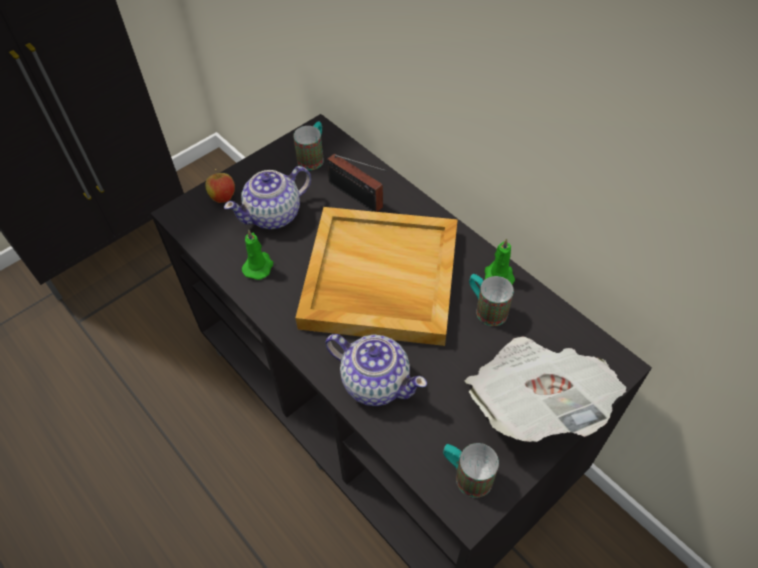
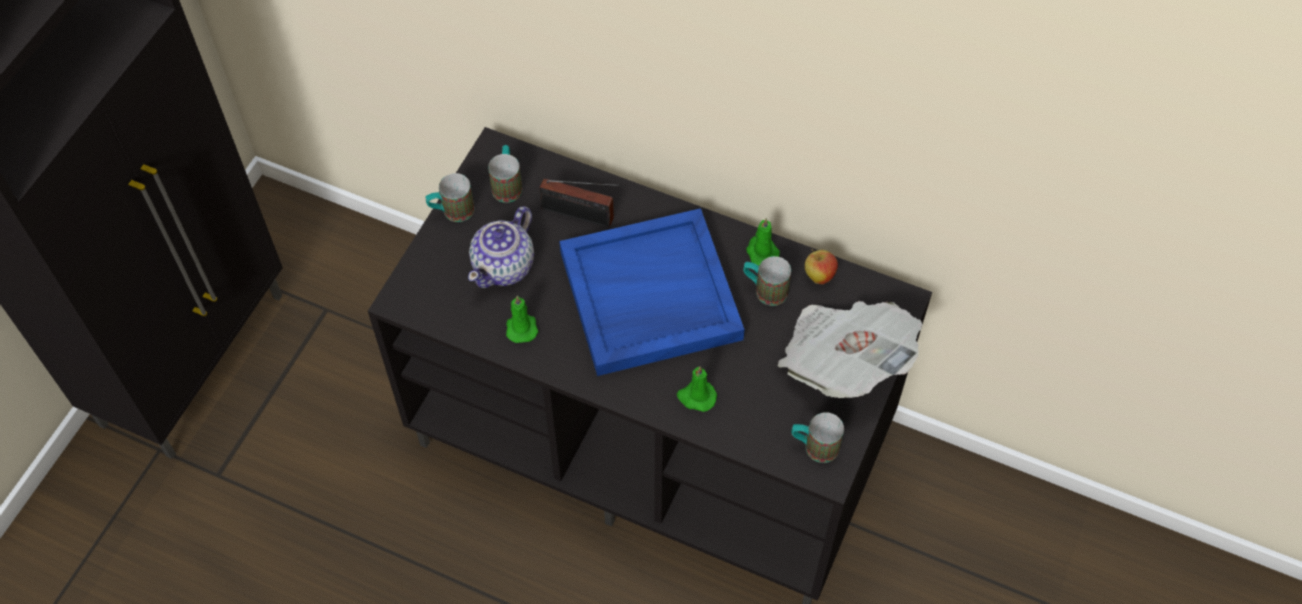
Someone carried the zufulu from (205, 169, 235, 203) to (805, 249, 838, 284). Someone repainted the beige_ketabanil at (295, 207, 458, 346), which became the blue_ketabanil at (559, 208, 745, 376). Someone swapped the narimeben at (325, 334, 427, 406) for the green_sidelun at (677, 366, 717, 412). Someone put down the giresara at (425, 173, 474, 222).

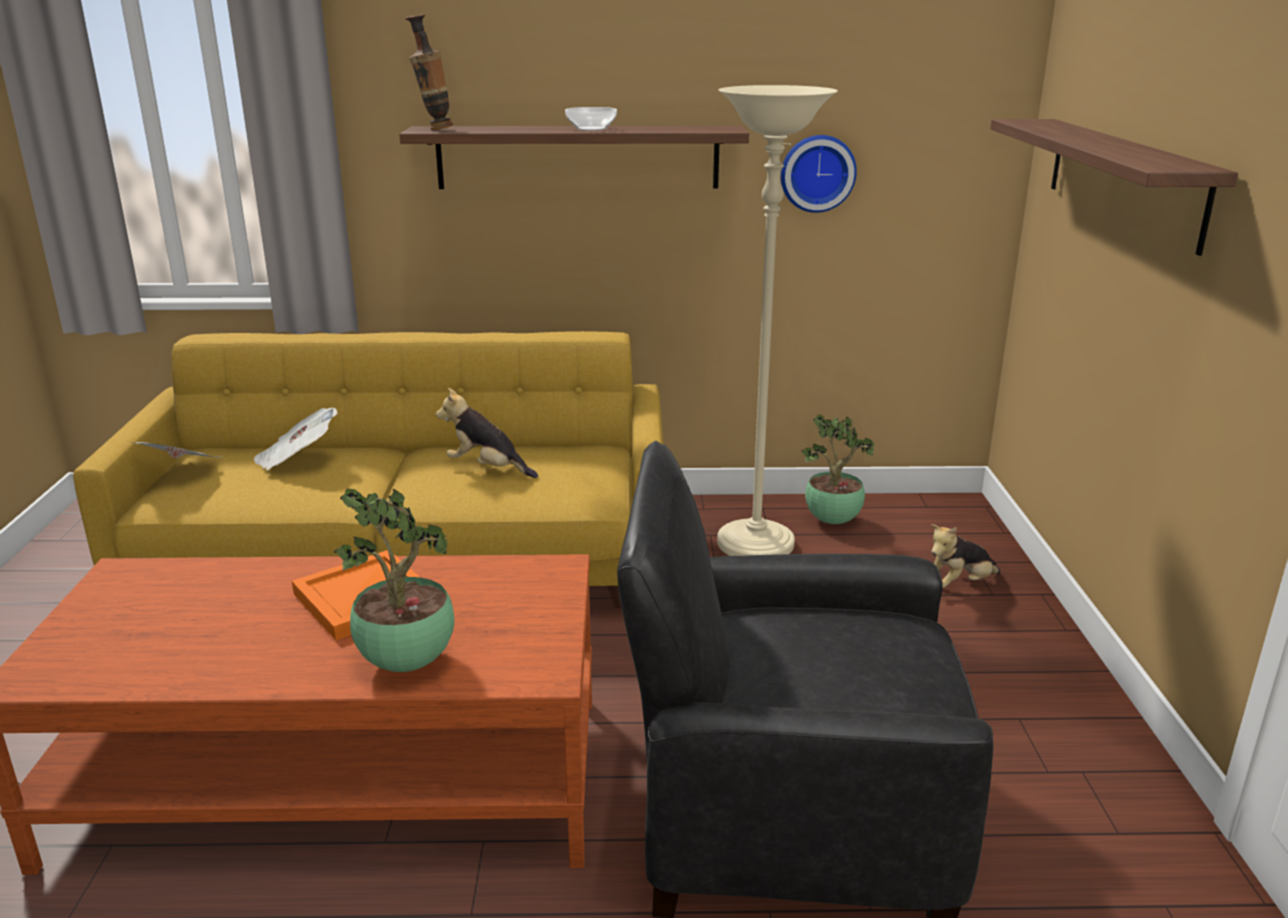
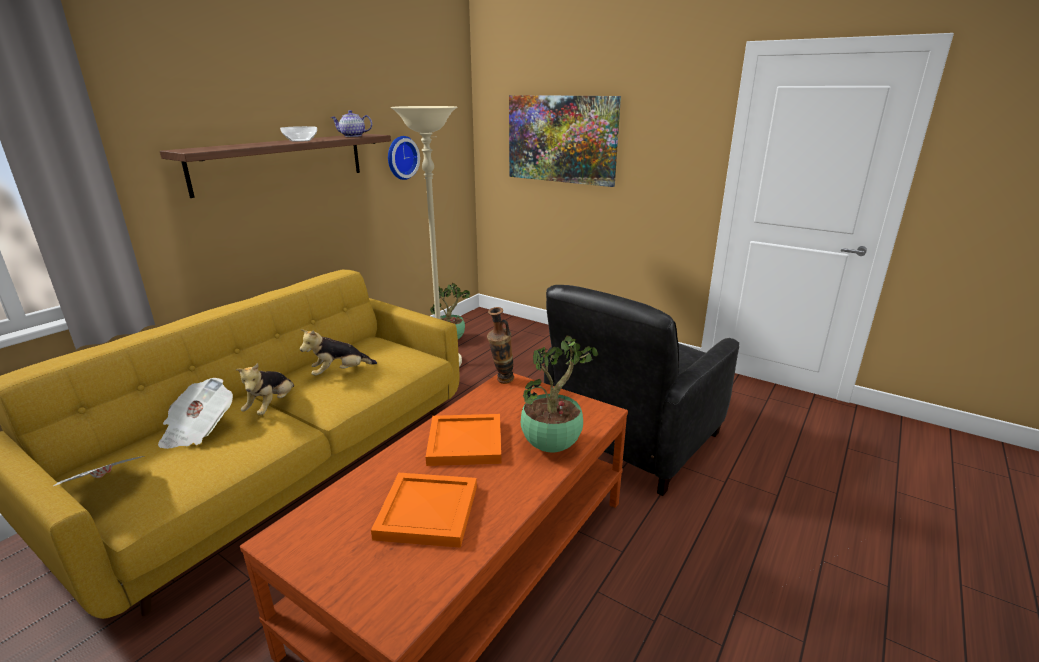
Someone carried the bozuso from (405, 14, 453, 130) to (487, 307, 514, 384). Someone carried the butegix from (931, 524, 1000, 588) to (236, 363, 294, 416). Someone swapped the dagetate at (990, 119, 1238, 256) for the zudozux at (509, 95, 621, 187). Someone put down the narimeben at (330, 110, 372, 137). Someone put down the orange_ketabanil at (371, 473, 477, 548).

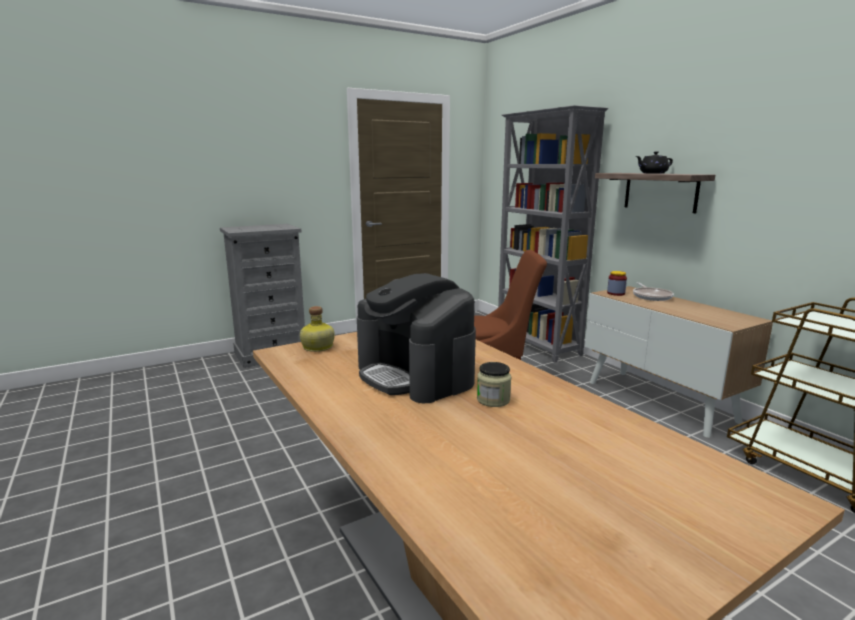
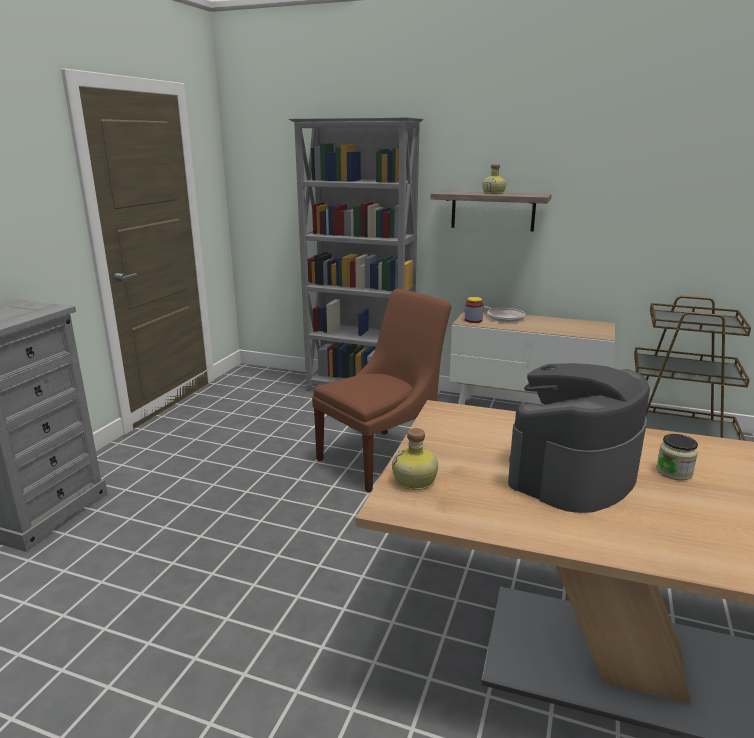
Someone rotated the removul at (357, 273, 476, 403) by 120 degrees clockwise. Someone swapped the black_narimeben at (636, 151, 673, 174) for the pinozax at (482, 164, 506, 194).

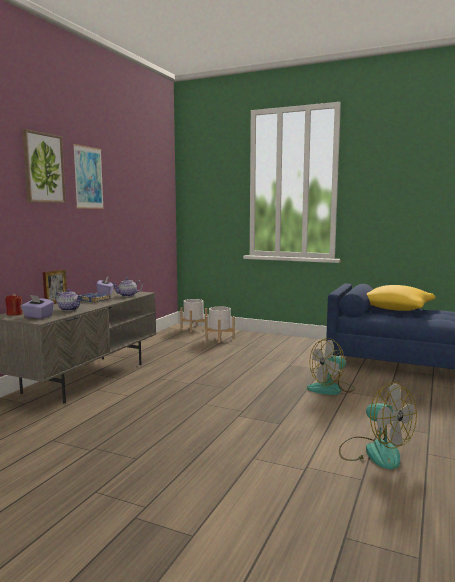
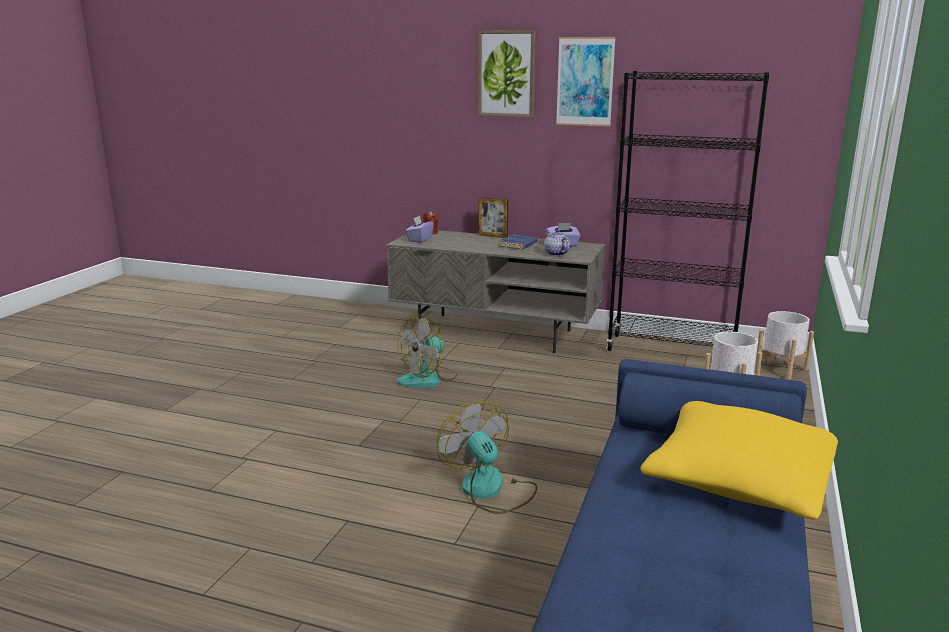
Someone took away the narimeben at (55, 289, 82, 311). Someone carried the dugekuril from (339, 382, 417, 469) to (397, 315, 457, 388). Someone put down the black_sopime at (606, 71, 769, 351).

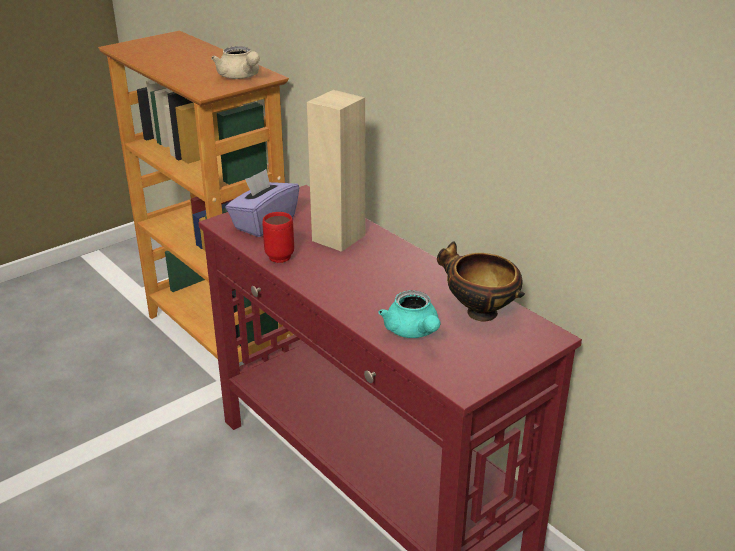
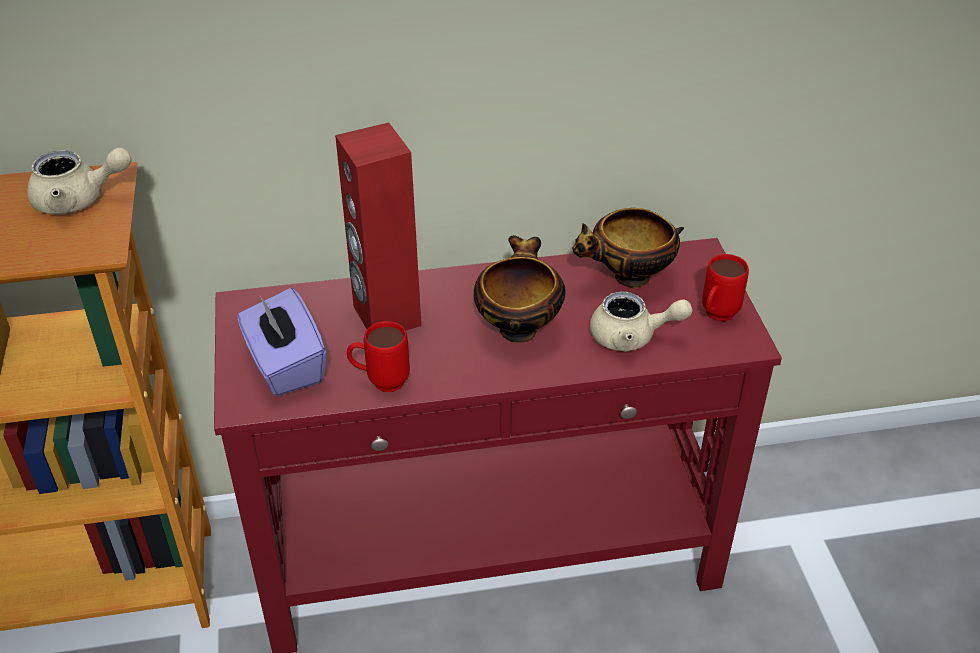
Someone repainted the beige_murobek at (307, 90, 365, 252), which became the red_murobek at (335, 123, 421, 331). Someone repainted the turquoise_narimeben at (378, 290, 440, 338), which became the beige_narimeben at (590, 292, 692, 352). Someone put down the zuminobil at (474, 235, 566, 343). Someone put down the red_giresara at (702, 254, 749, 321).

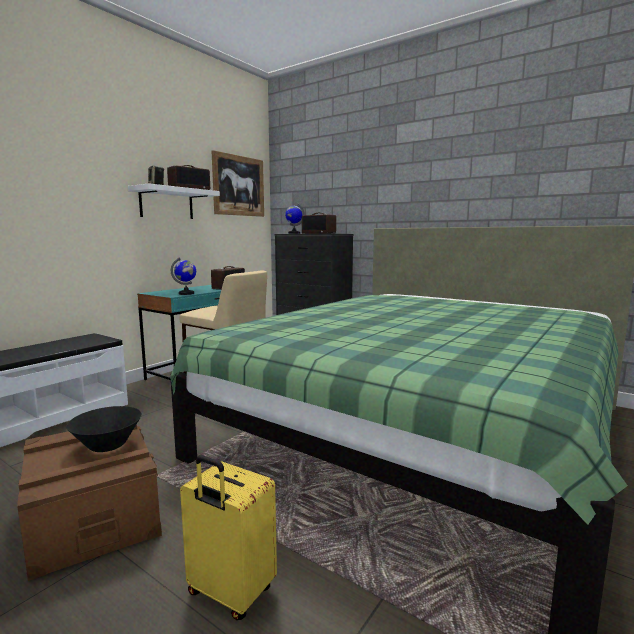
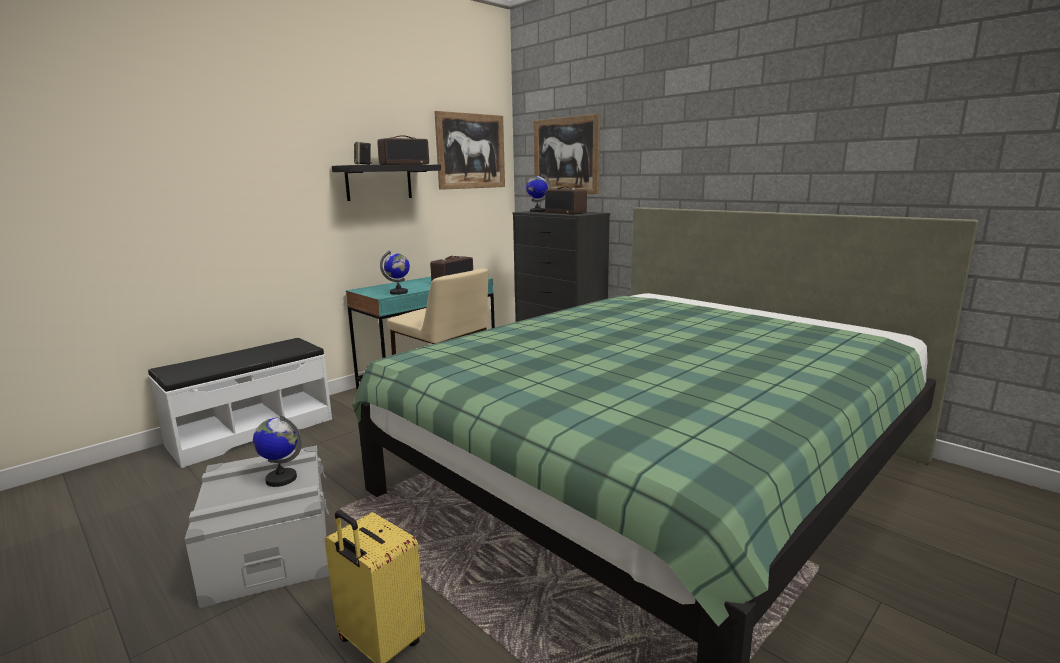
Someone repainted the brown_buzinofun at (17, 424, 162, 581), which became the grey_buzinofun at (185, 445, 329, 608). Someone swapped the black_zuminobil at (66, 406, 142, 452) for the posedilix at (253, 415, 302, 487). Someone repainted the white_dagetate at (128, 183, 220, 219), which became the black_dagetate at (332, 165, 441, 201). Someone put up the zudozux at (534, 113, 600, 194).

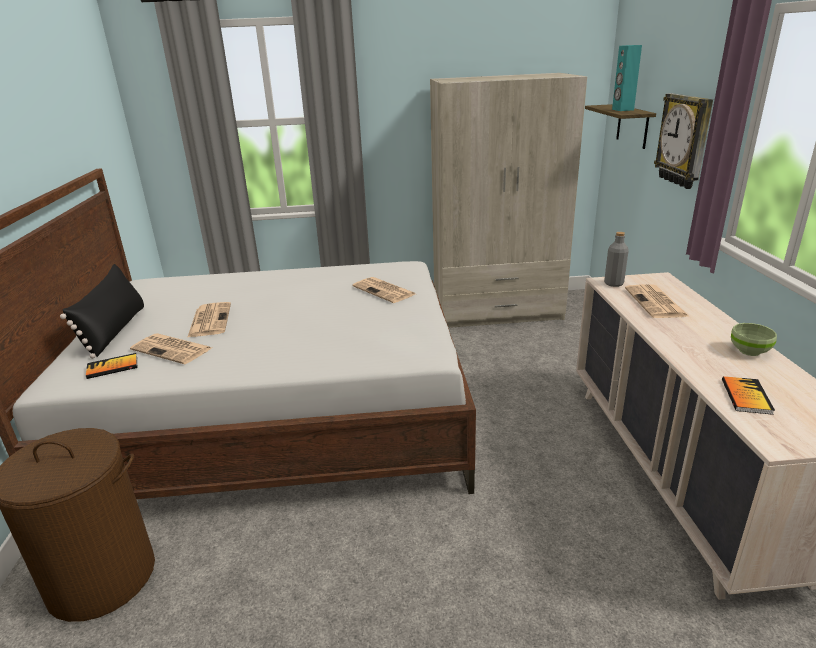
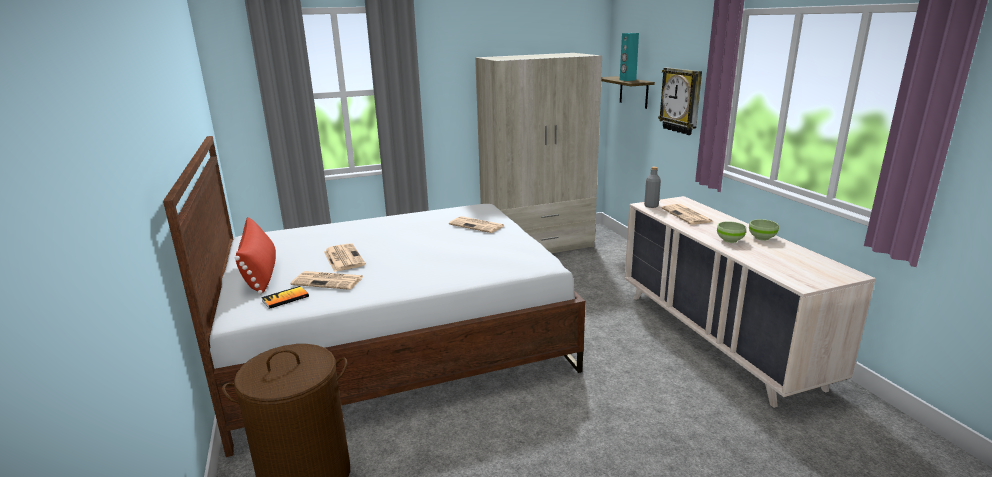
Someone repainted the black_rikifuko at (60, 264, 144, 359), which became the red_rikifuko at (235, 217, 276, 295). Someone took away the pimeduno at (722, 376, 775, 415). Someone put down the green_zuminobil at (717, 221, 746, 243).

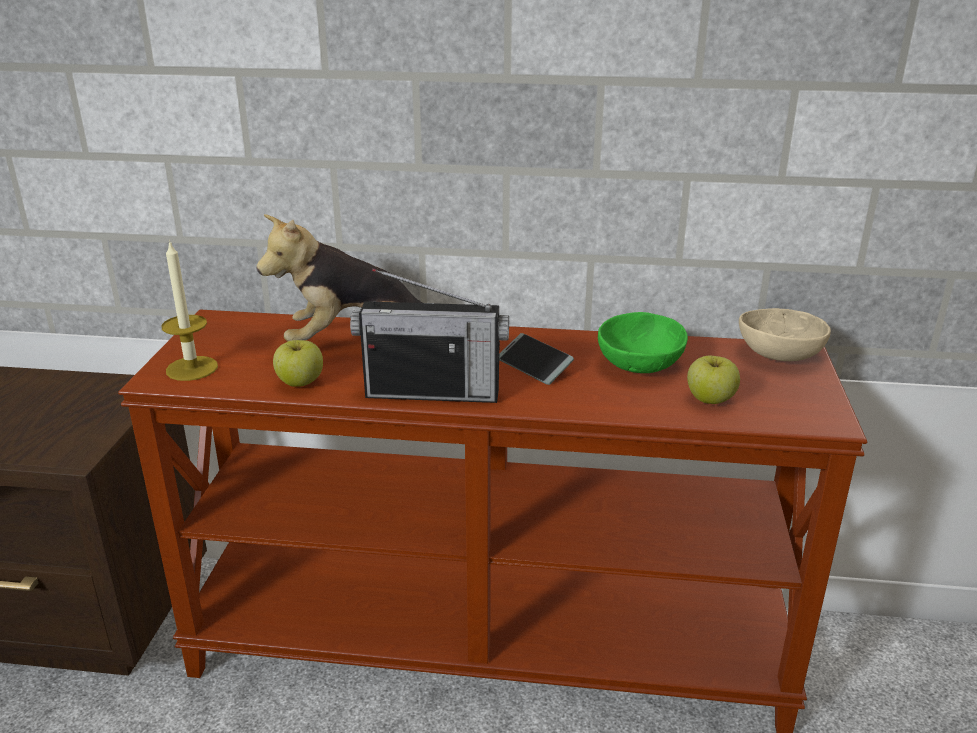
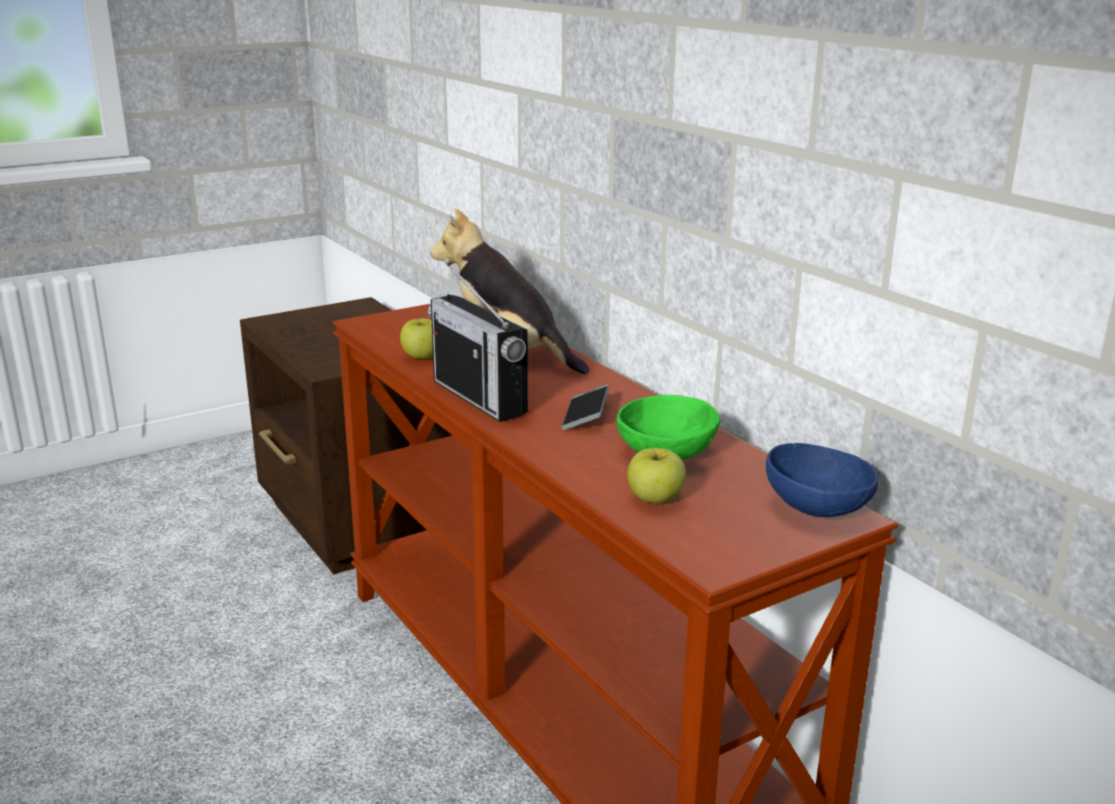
Someone took away the sidelun at (161, 240, 218, 381). Someone repainted the beige_zuminobil at (739, 308, 831, 361), which became the blue_zuminobil at (766, 443, 878, 517).

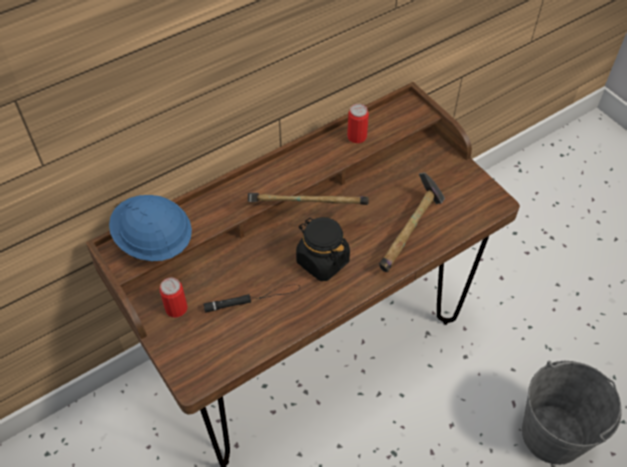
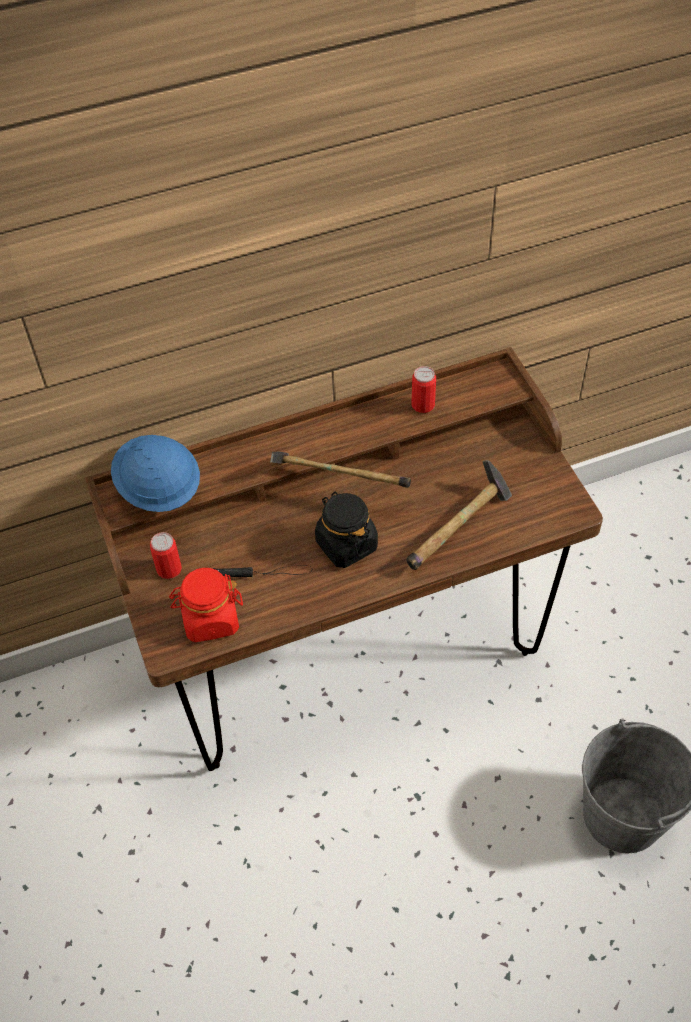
Someone put down the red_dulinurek at (169, 568, 243, 642).

